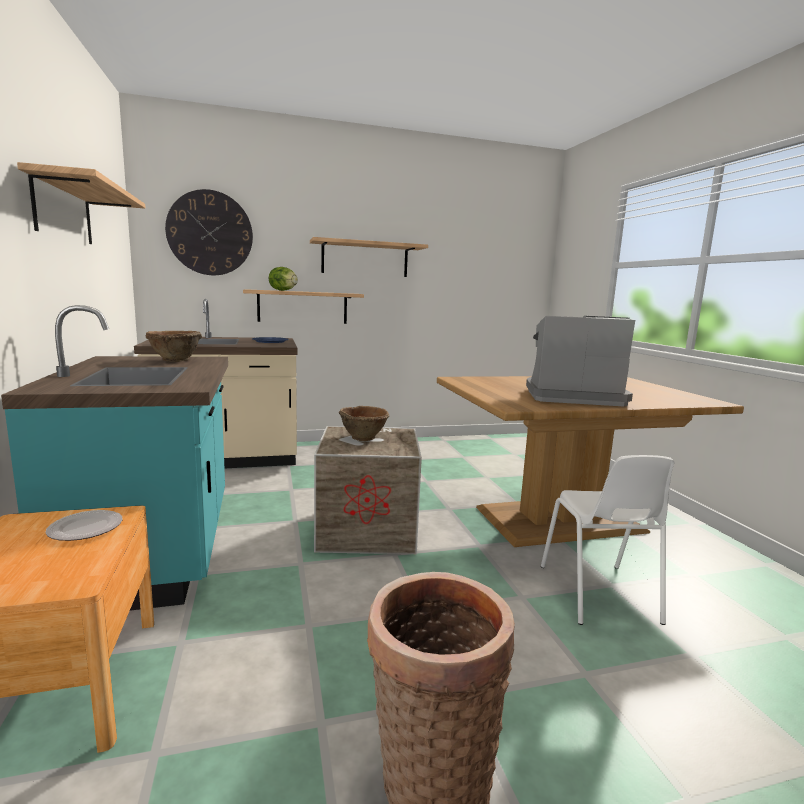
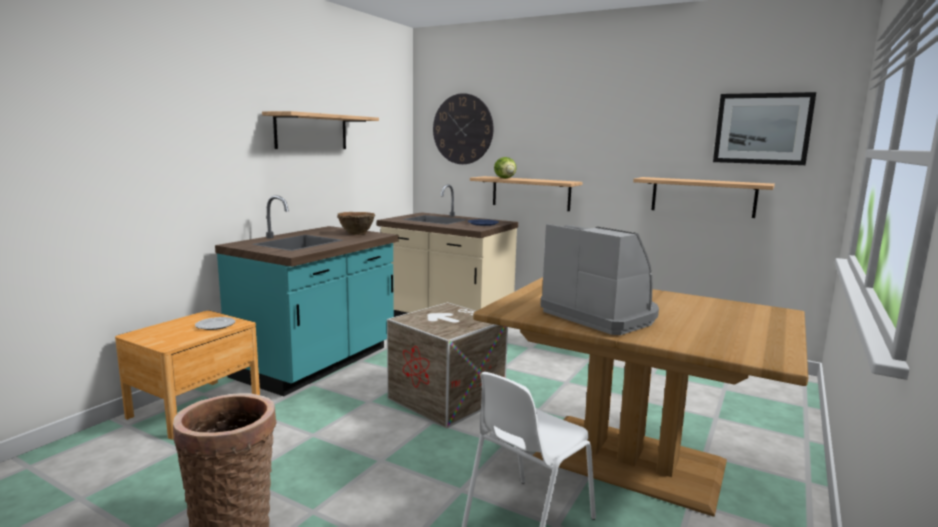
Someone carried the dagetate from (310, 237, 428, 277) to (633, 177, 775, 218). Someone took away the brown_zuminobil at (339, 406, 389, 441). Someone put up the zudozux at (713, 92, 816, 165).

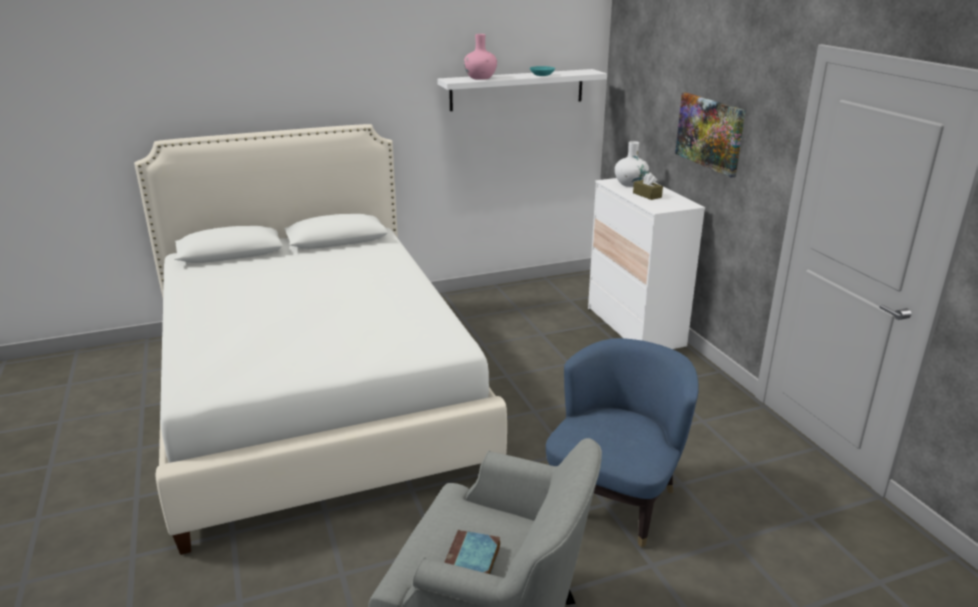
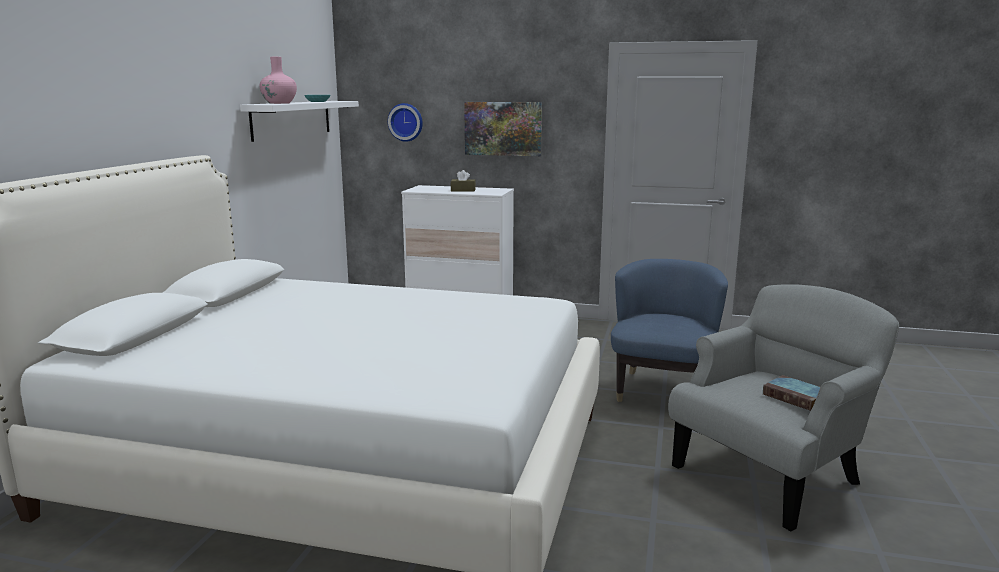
Someone rotated the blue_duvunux at (546, 338, 699, 548) by 45 degrees clockwise. Someone took away the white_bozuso at (615, 141, 649, 187). Someone put up the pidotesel at (388, 103, 423, 142).

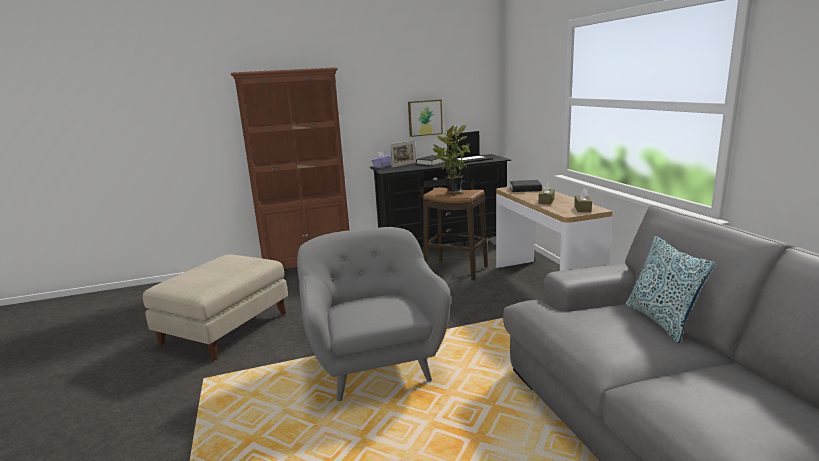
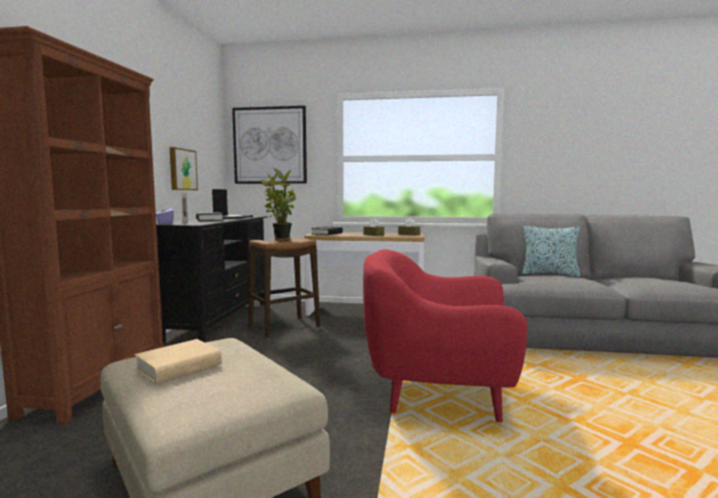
Someone repainted the grey_duvunux at (297, 227, 451, 401), which became the red_duvunux at (363, 249, 527, 422). Someone put down the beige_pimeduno at (135, 339, 222, 384). Someone put up the zudozux at (232, 106, 307, 184).

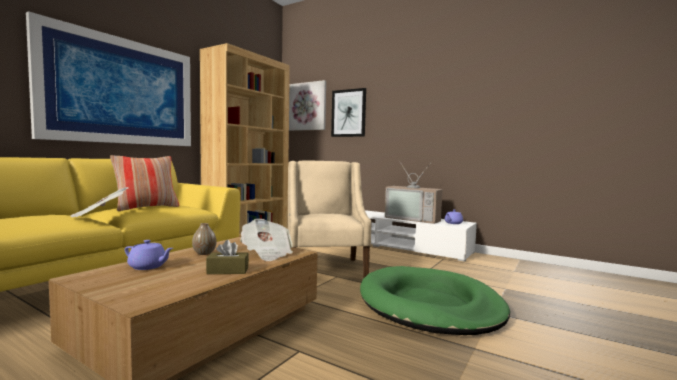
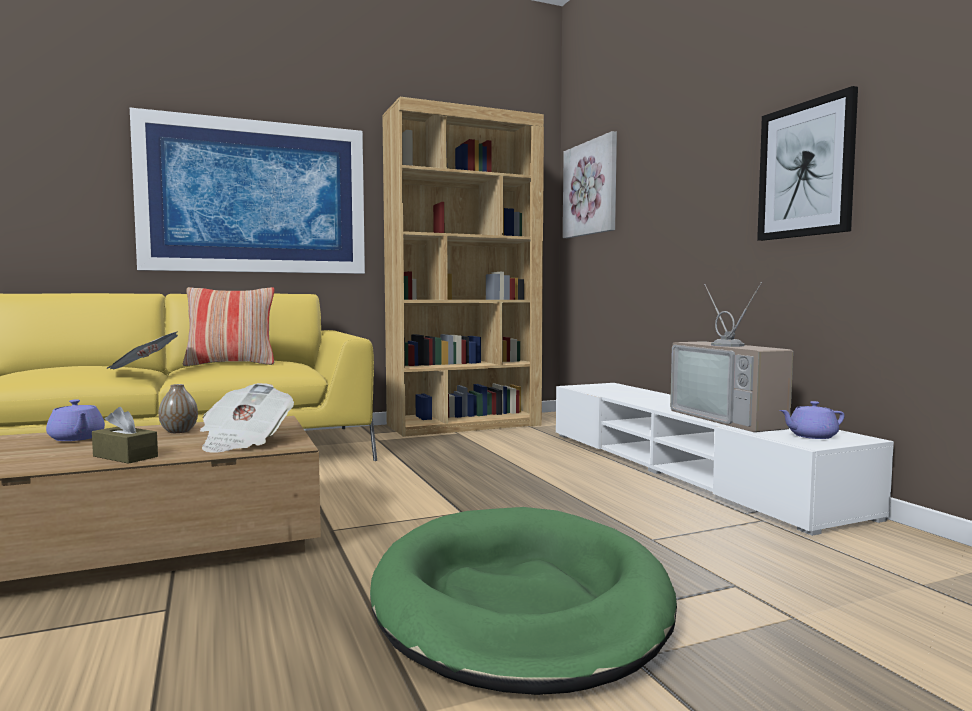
Someone took away the beige_duvunux at (287, 160, 371, 279). Someone carried the zudozux from (331, 88, 366, 137) to (757, 86, 858, 241).

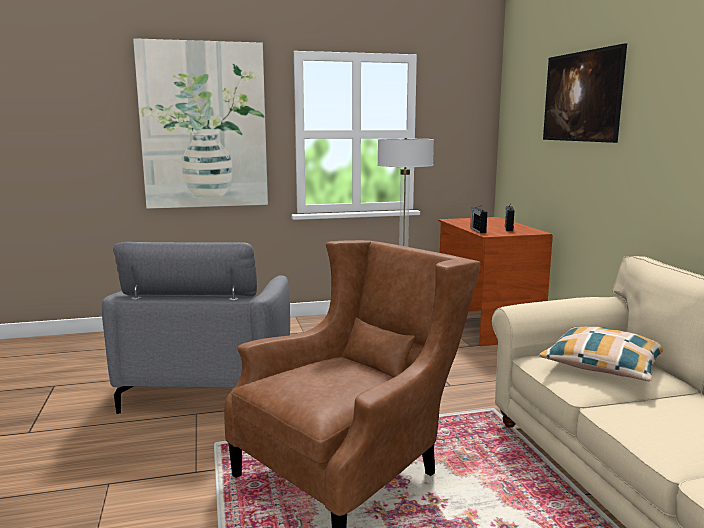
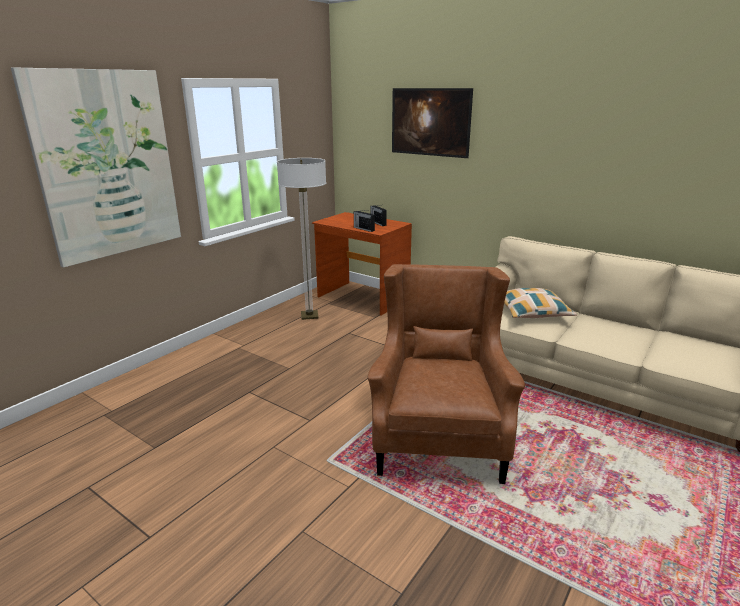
Someone took away the grey_duvunux at (102, 242, 290, 414).

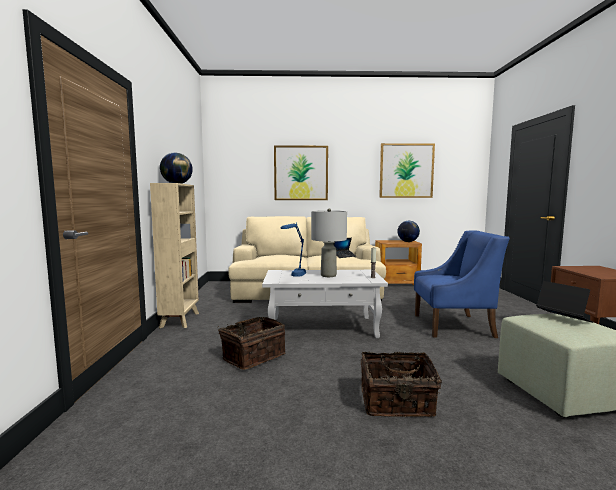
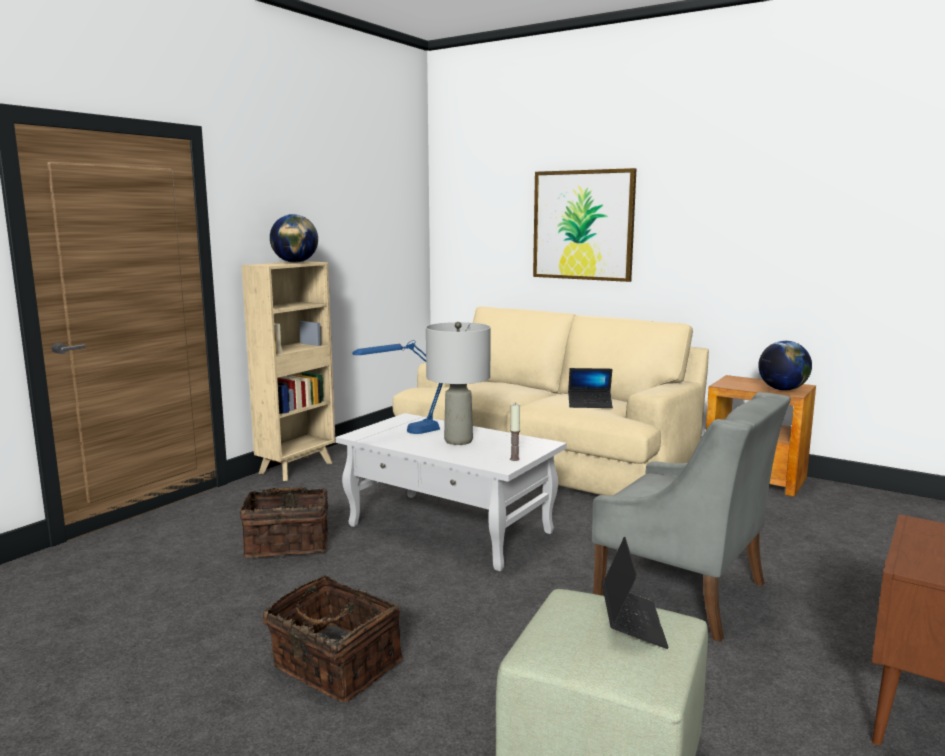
Someone took away the zudozux at (379, 143, 435, 198). Someone repainted the blue_duvunux at (414, 231, 510, 338), which became the grey_duvunux at (592, 392, 791, 642).

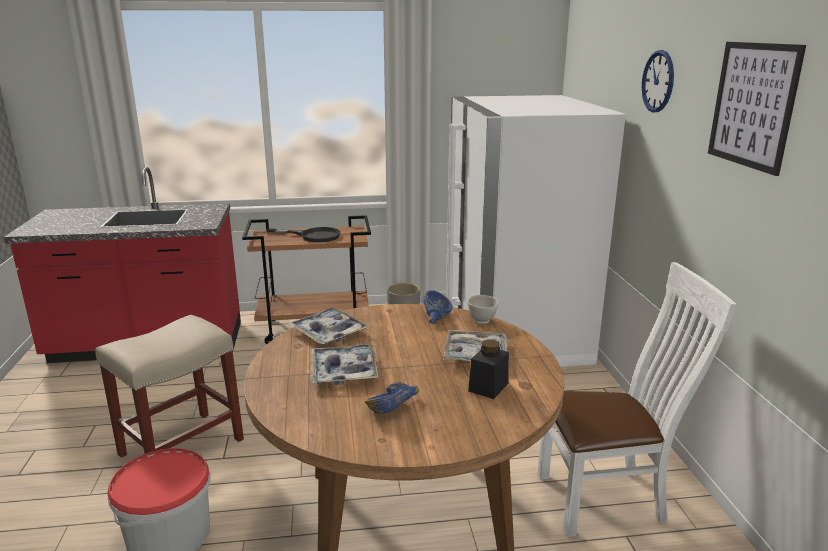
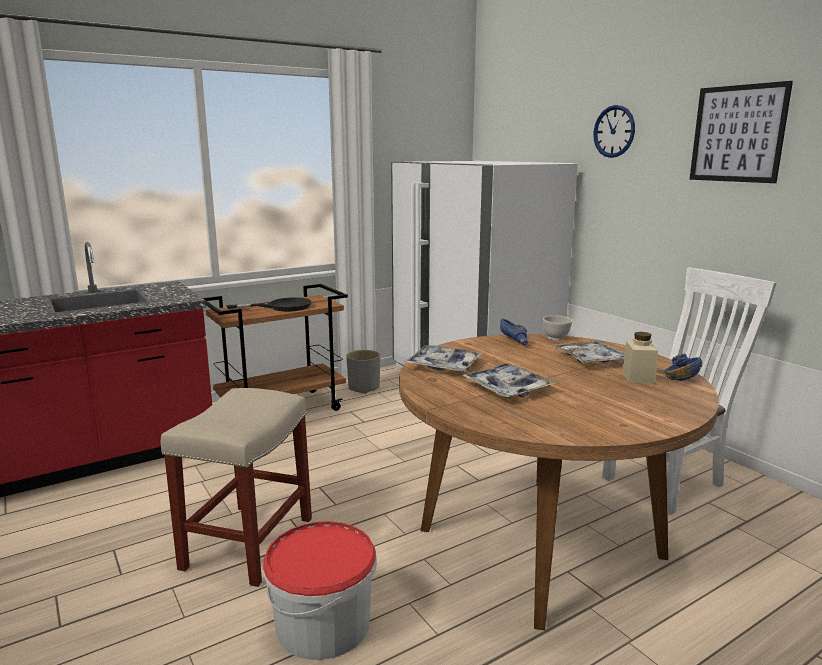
Someone carried the blue_zuminobil from (365, 382, 419, 414) to (664, 354, 702, 381). Someone repainted the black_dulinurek at (468, 339, 509, 399), which became the beige_dulinurek at (622, 332, 658, 384).

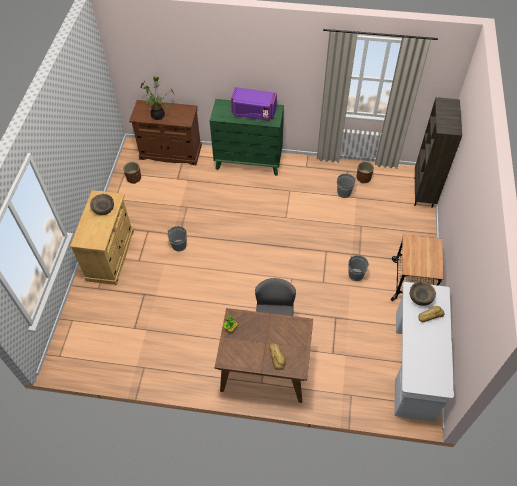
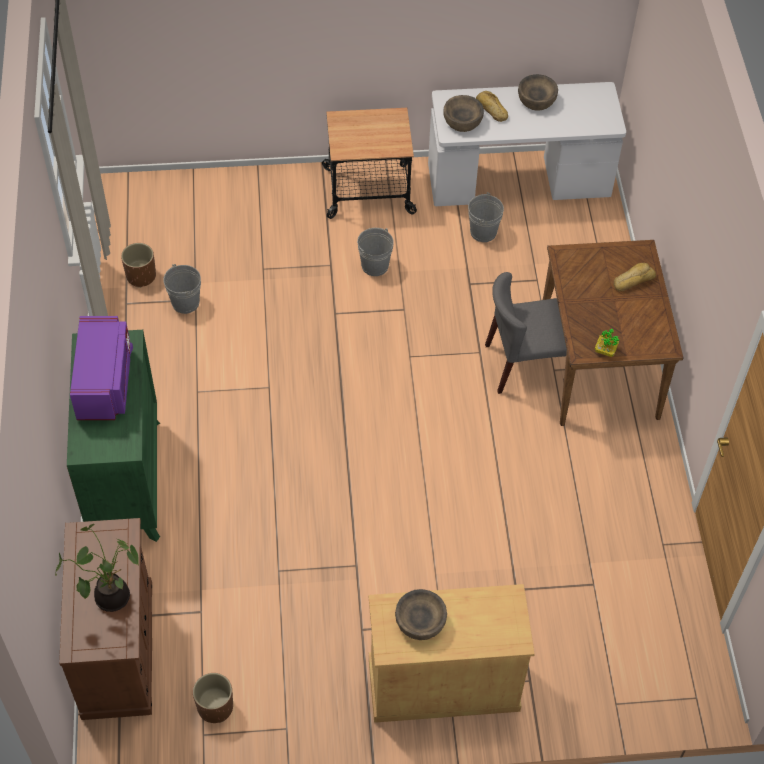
Someone carried the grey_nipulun from (167, 226, 187, 251) to (468, 192, 504, 242). Someone took away the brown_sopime at (414, 97, 462, 208). Someone put down the brown_zuminobil at (518, 74, 558, 111).

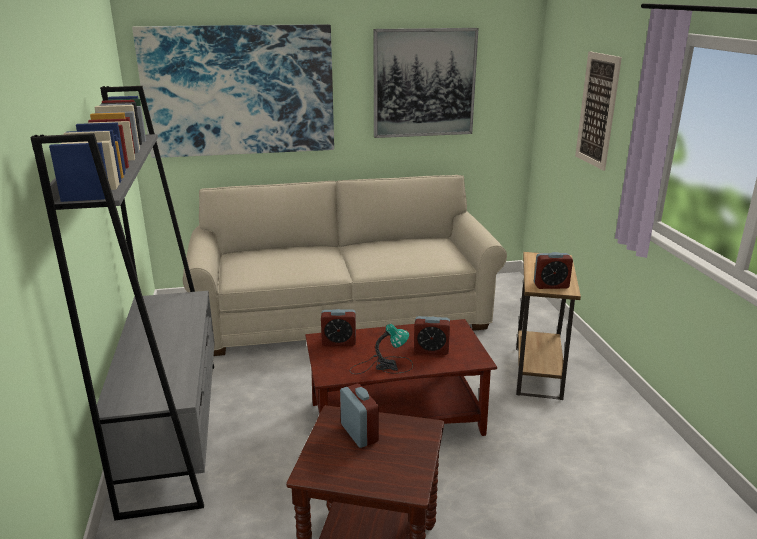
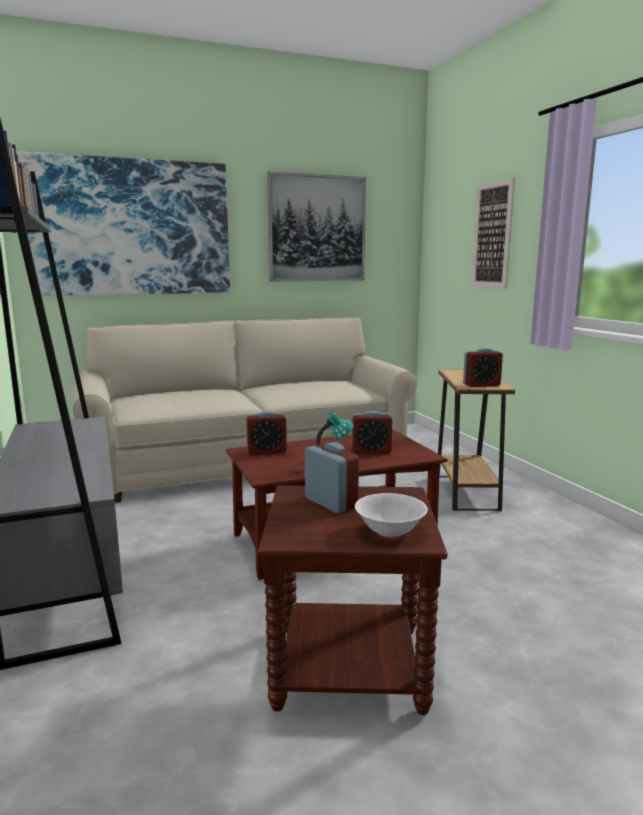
Someone put down the white_zuminobil at (355, 493, 428, 538).

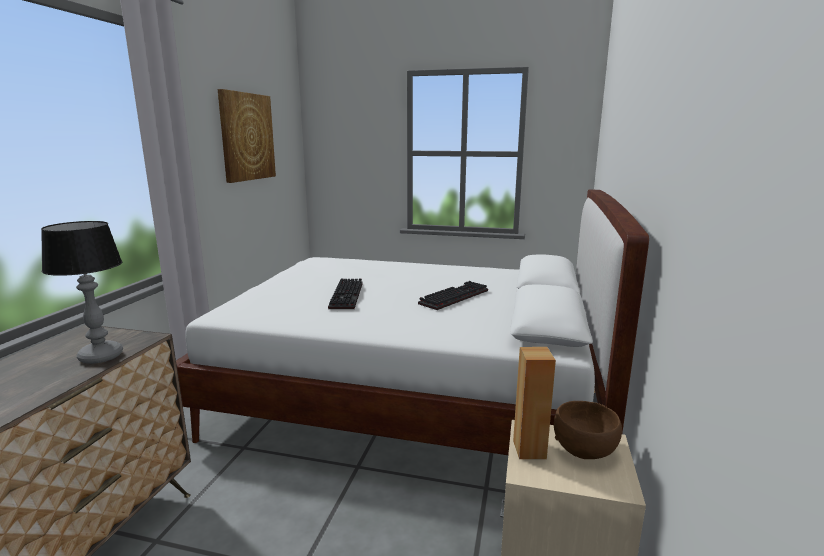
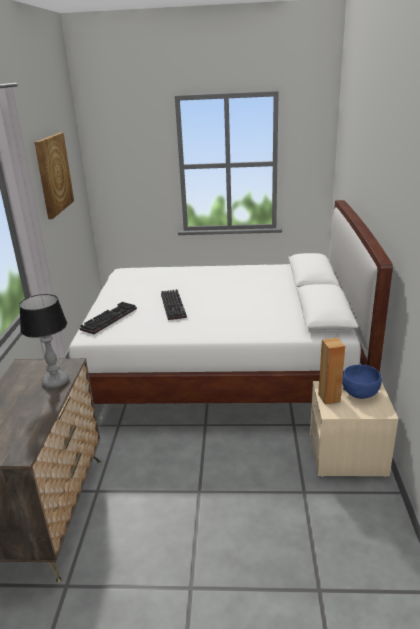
Someone carried the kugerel from (418, 281, 488, 310) to (79, 301, 137, 334). Someone repainted the brown_zuminobil at (554, 401, 622, 459), which became the blue_zuminobil at (342, 365, 382, 399).

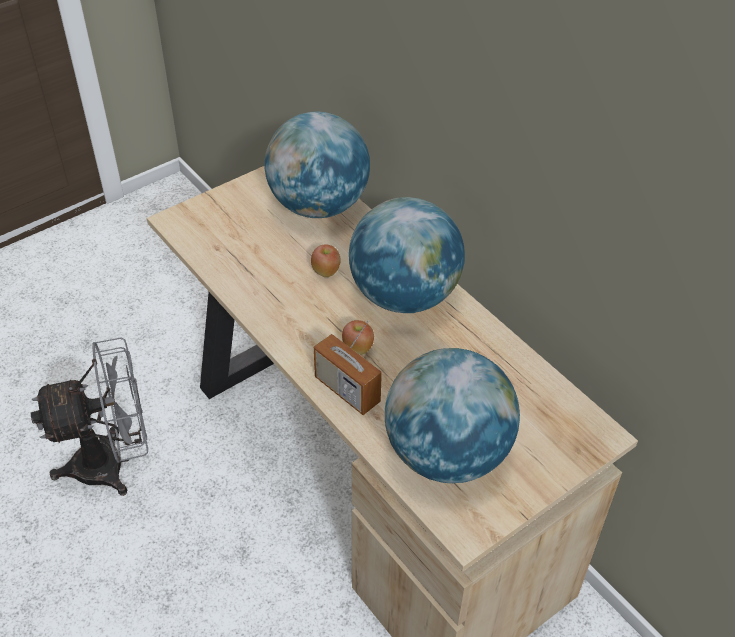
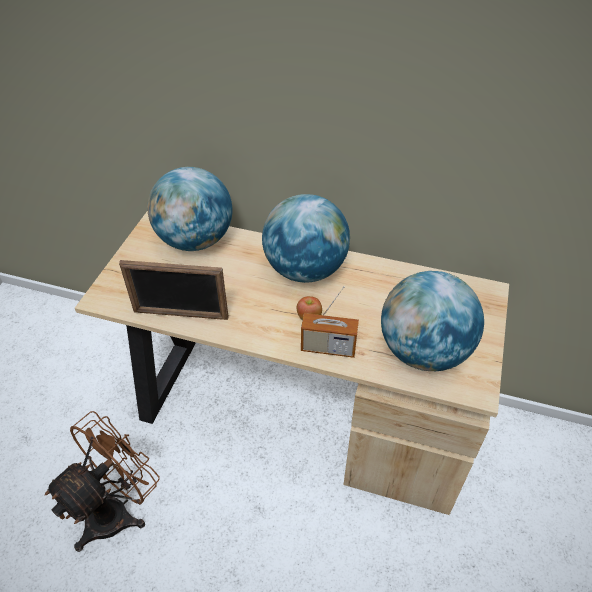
Someone repainted the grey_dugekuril at (31, 337, 148, 496), which became the brown_dugekuril at (45, 411, 160, 552). Someone took away the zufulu at (311, 244, 341, 277). Someone put down the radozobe at (119, 260, 229, 320).

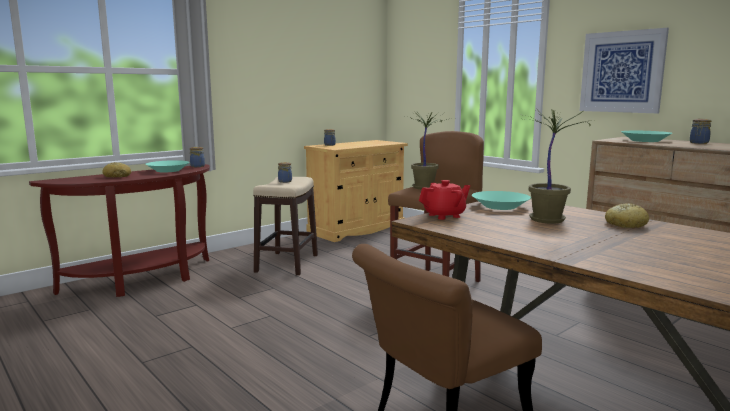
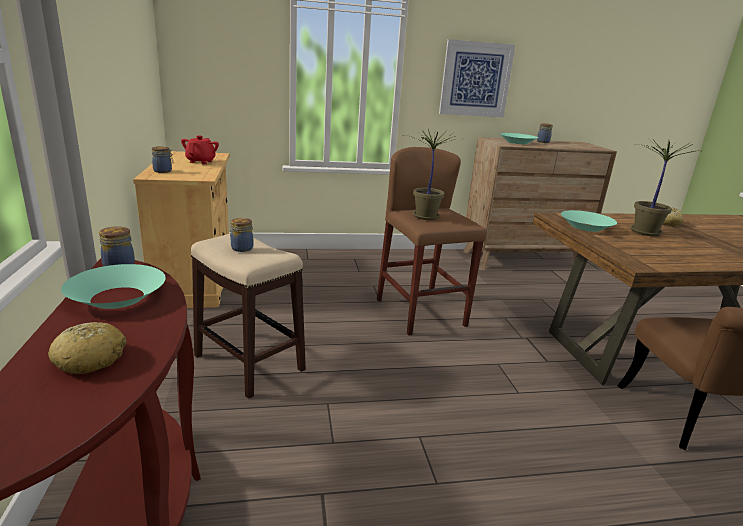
Someone carried the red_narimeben from (419, 180, 470, 220) to (181, 136, 219, 164).

